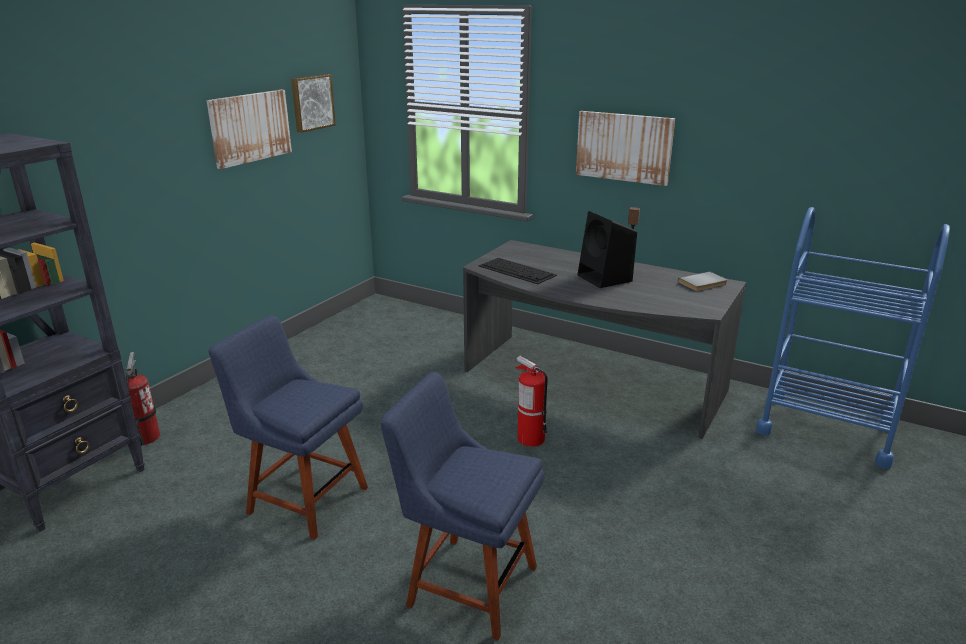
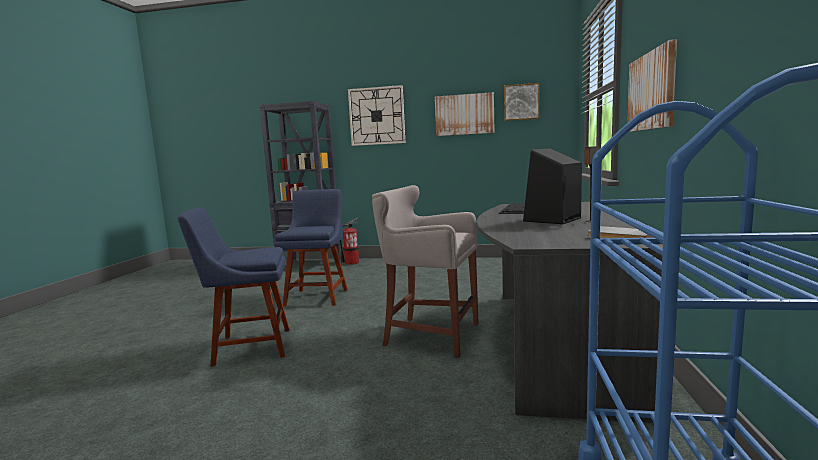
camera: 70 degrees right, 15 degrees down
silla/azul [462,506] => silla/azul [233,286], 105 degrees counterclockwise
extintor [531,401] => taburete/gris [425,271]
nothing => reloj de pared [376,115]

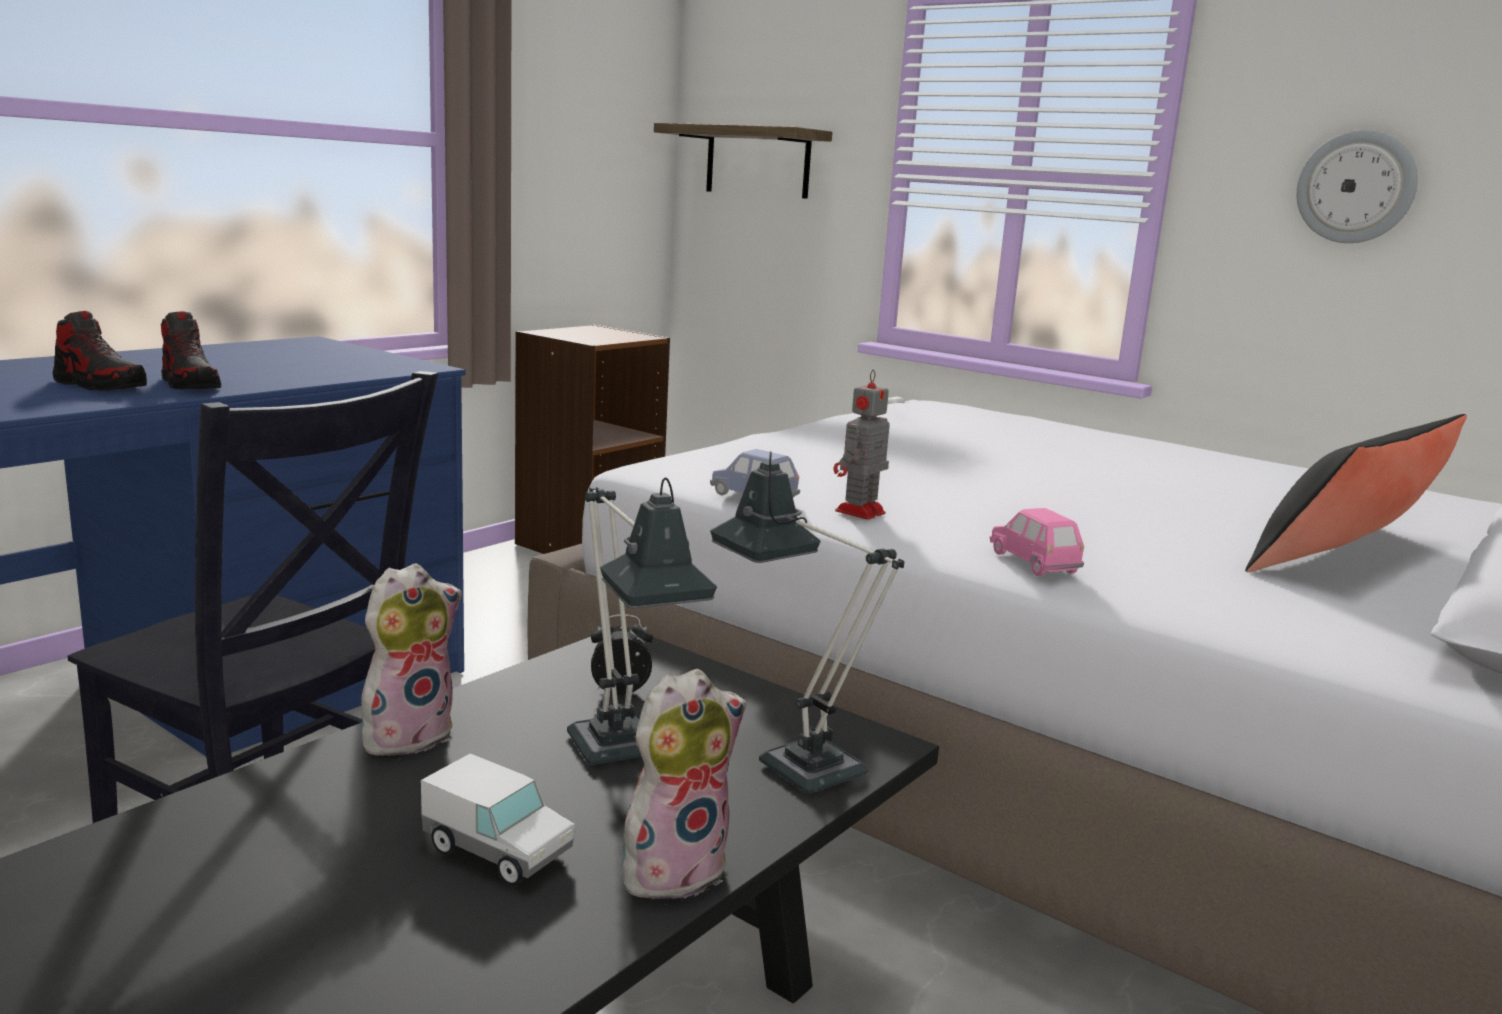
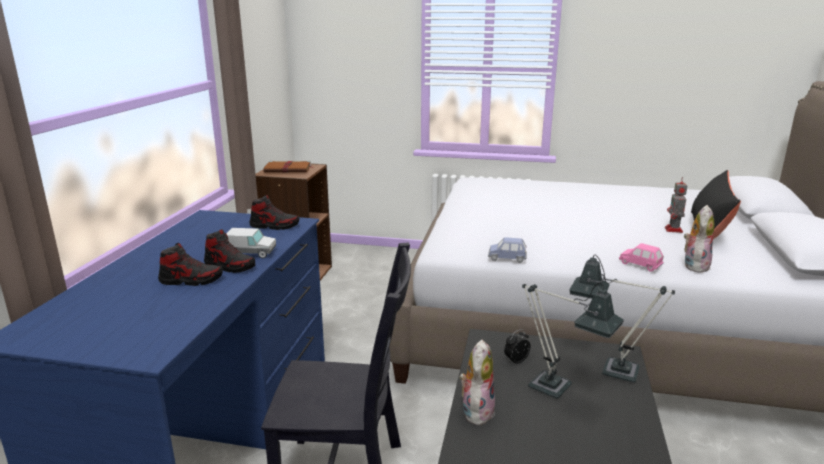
camera: 25 degrees left, 5 degrees up
camión de juguete [498,819] => camión de juguete [251,243], moved
peluche [684,783] => peluche [699,239], moved
estante [743,161] => nothing
robot de juguete [862,444] => robot de juguete [676,205], moved
reloj de pared [1357,186] => nothing
nothing => zapato [274,212]
nothing => libro/marrón [288,167]

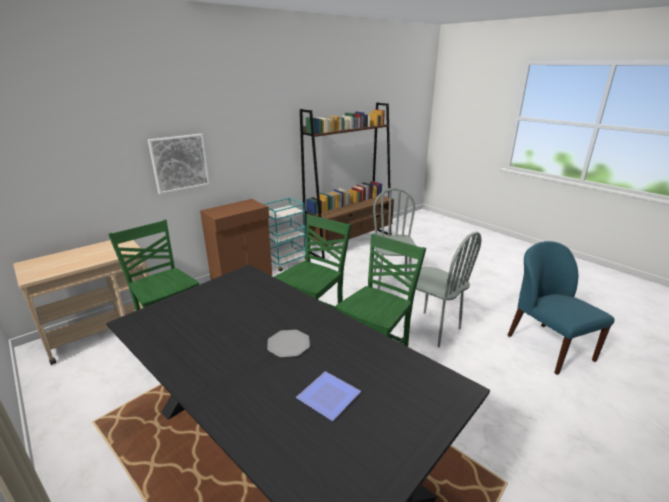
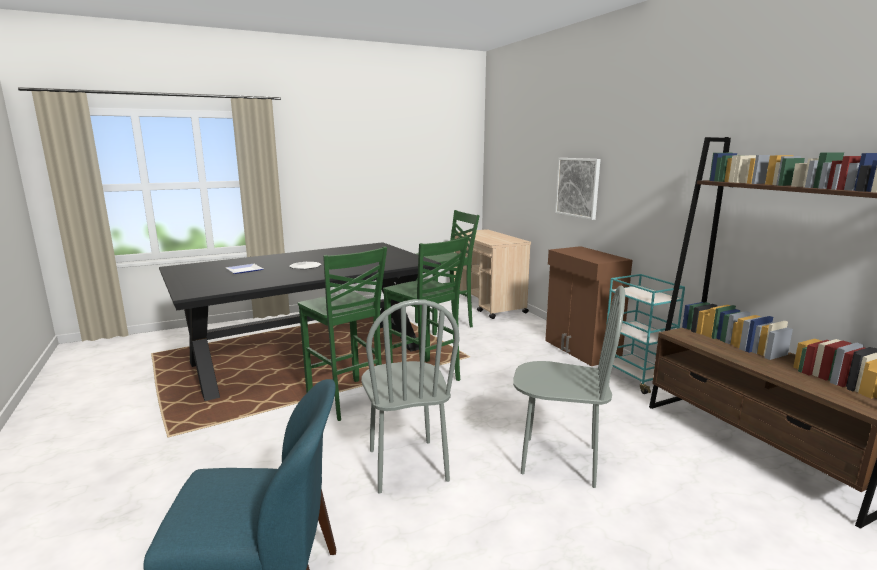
camera: 105 degrees right, 10 degrees down
silla/gris [442,289] => silla/gris [410,396], 75 degrees counterclockwise

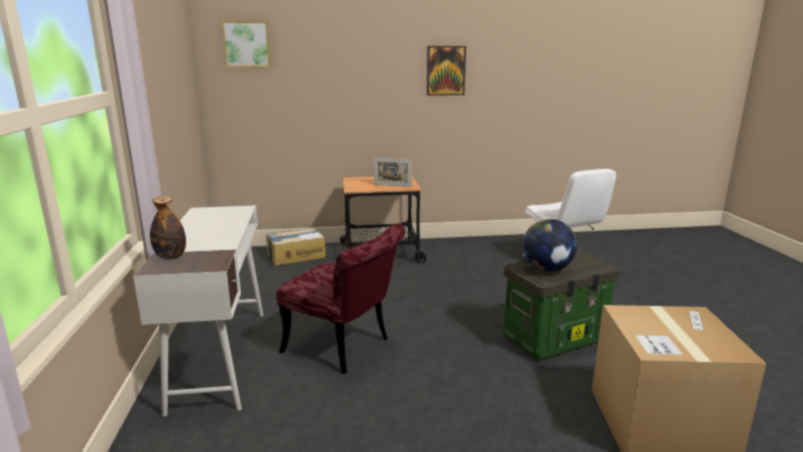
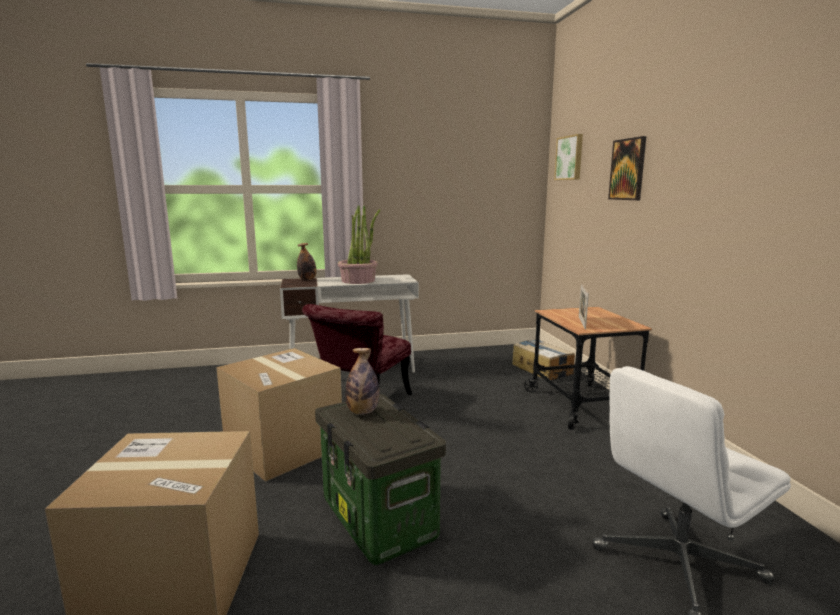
camera: 85 degrees right, 5 degrees down
cuadro [446,71] => cuadro [627,168], moved
globo terráqueo [550,245] => botella [362,381]
nothing => caja de cartón [279,415]
nothing => planta en maceta [359,244]

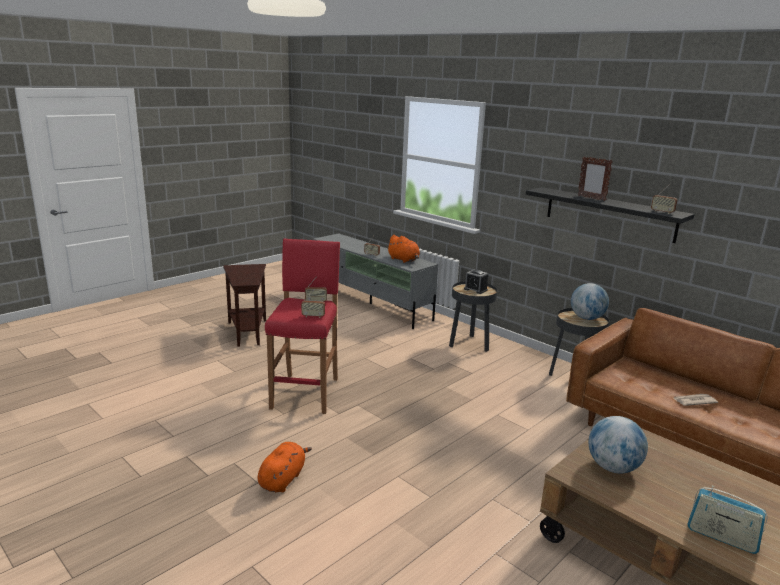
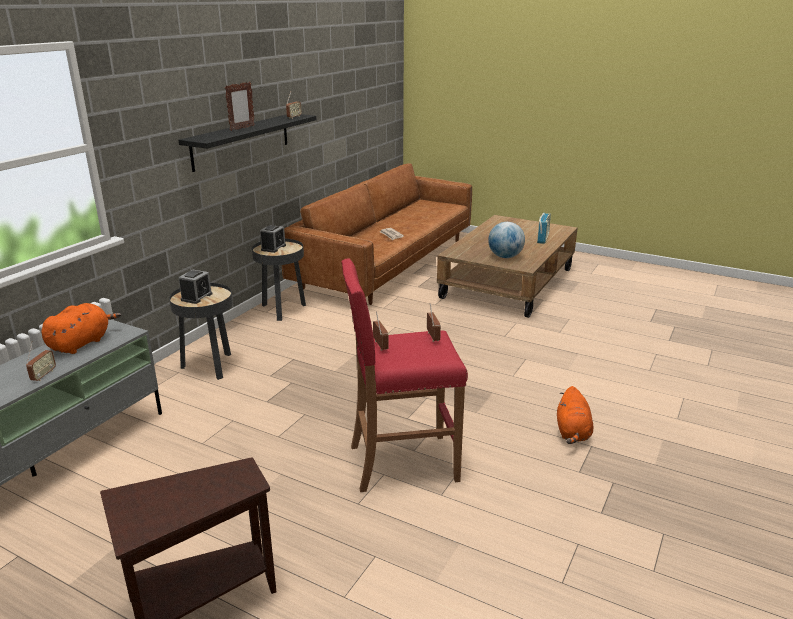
camera: 105 degrees left, 5 degrees up
peluche/naranja [284,467] => peluche/naranja [575,415], 90 degrees counterclockwise
globo terráqueo [590,301] => despertador [273,239]

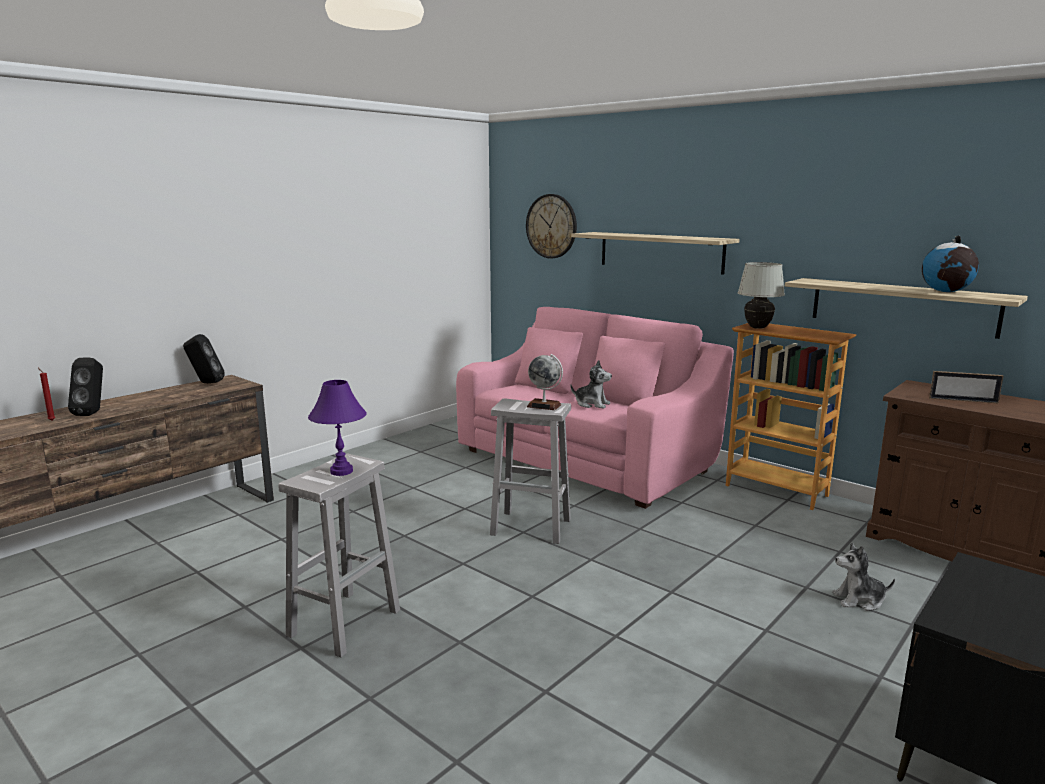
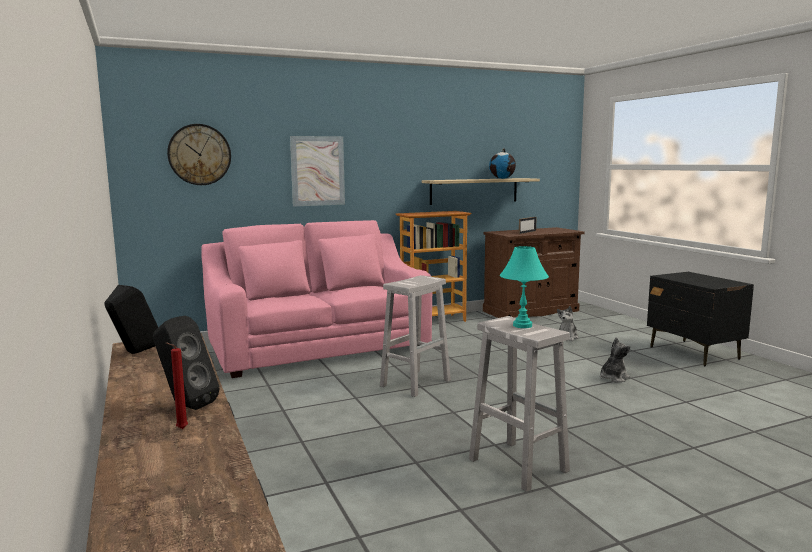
camera: 65 degrees left, 5 degrees down
lámpara de mesa/morado [337,428] => lámpara de mesa/turquesa [524,287]
globo terráqueo [545,382] => nothing
peluche [591,384] => peluche [615,360], moved
estante [655,253] => cuadro [317,171]
lámpara de mesa/blanco [761,295] => nothing

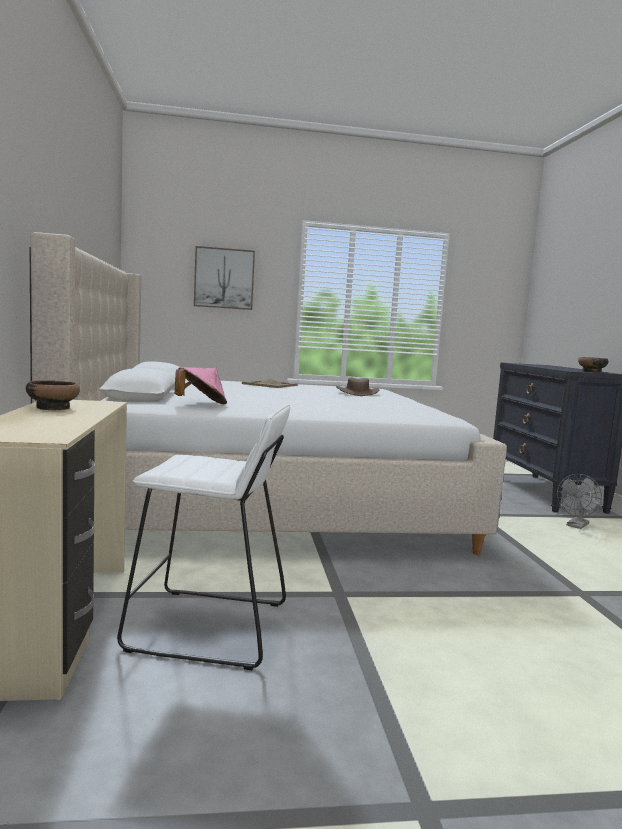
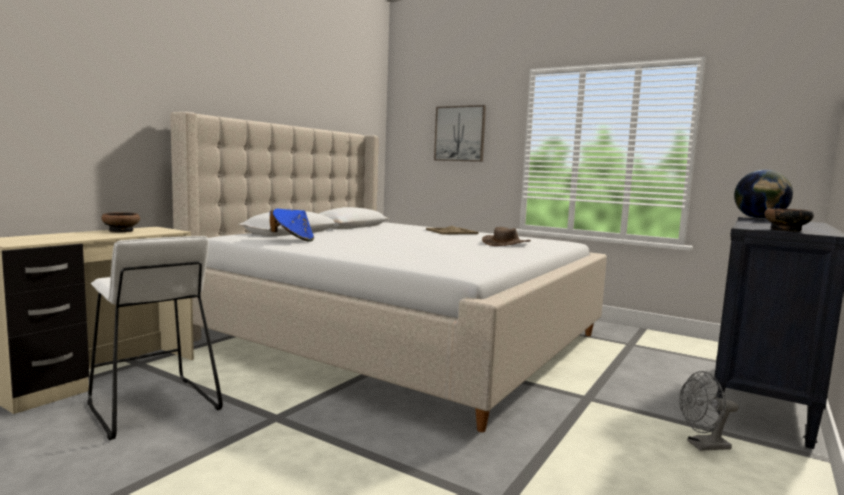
camera: 40 degrees right, 0 degrees up
sombrero/rosa [201,385] => sombrero/azul [292,225]
nothing => globo terráqueo [763,194]

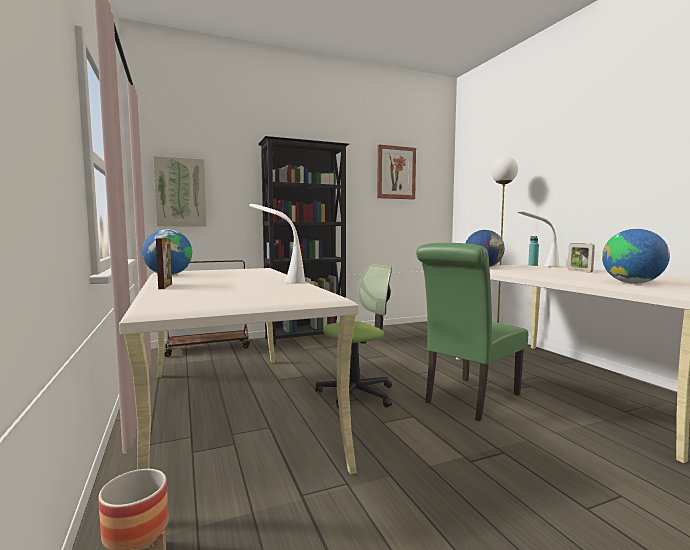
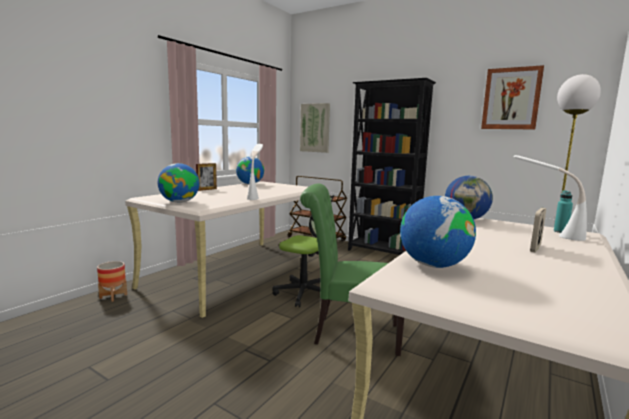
camera: 55 degrees right, 5 degrees up
nothing => globo terráqueo [178,183]

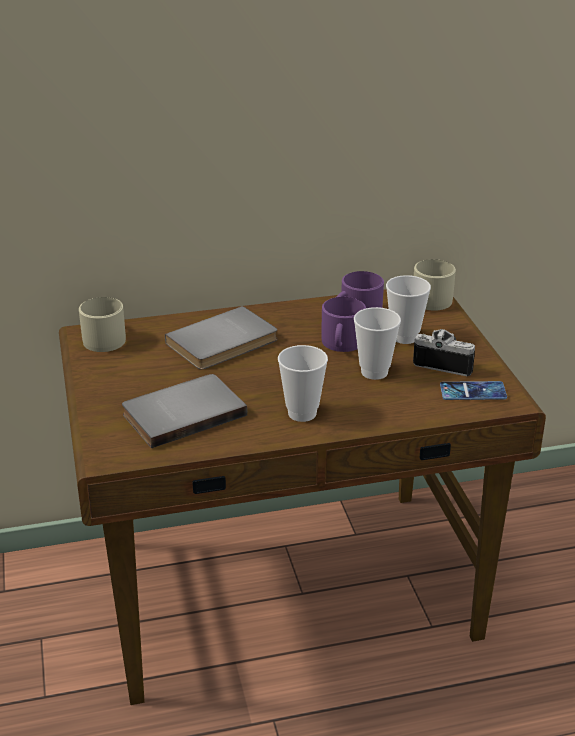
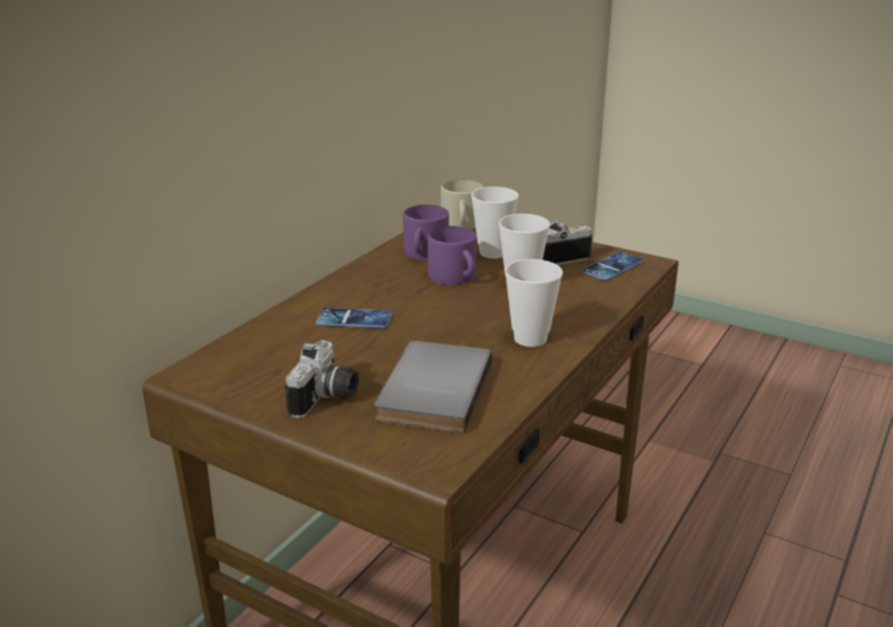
camera: 45 degrees left, 5 degrees down
taza grande/beis [102,324] => nothing
libro/gris [221,338] => móvil [354,318]
nothing => cámara [322,379]

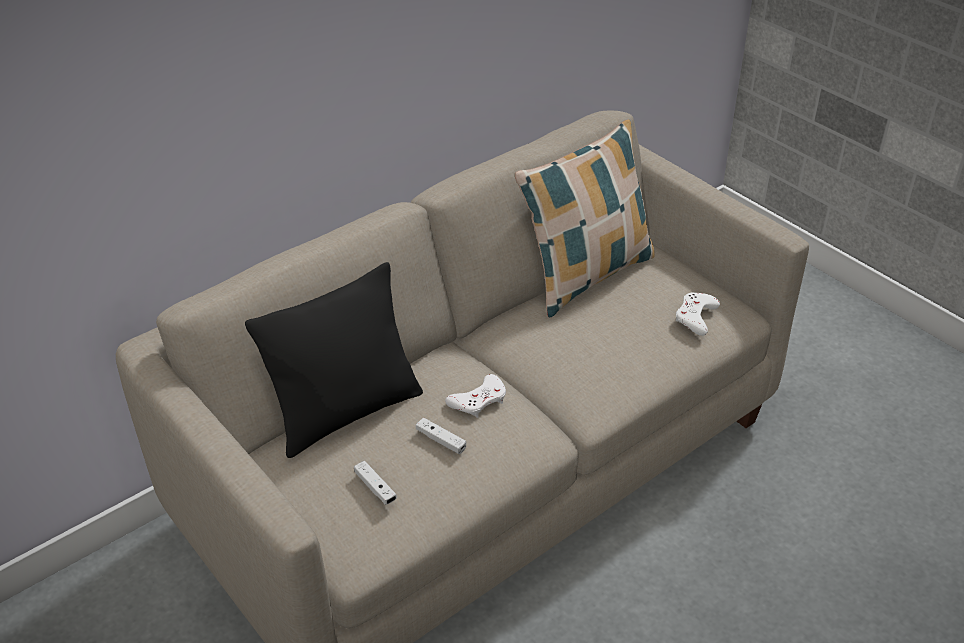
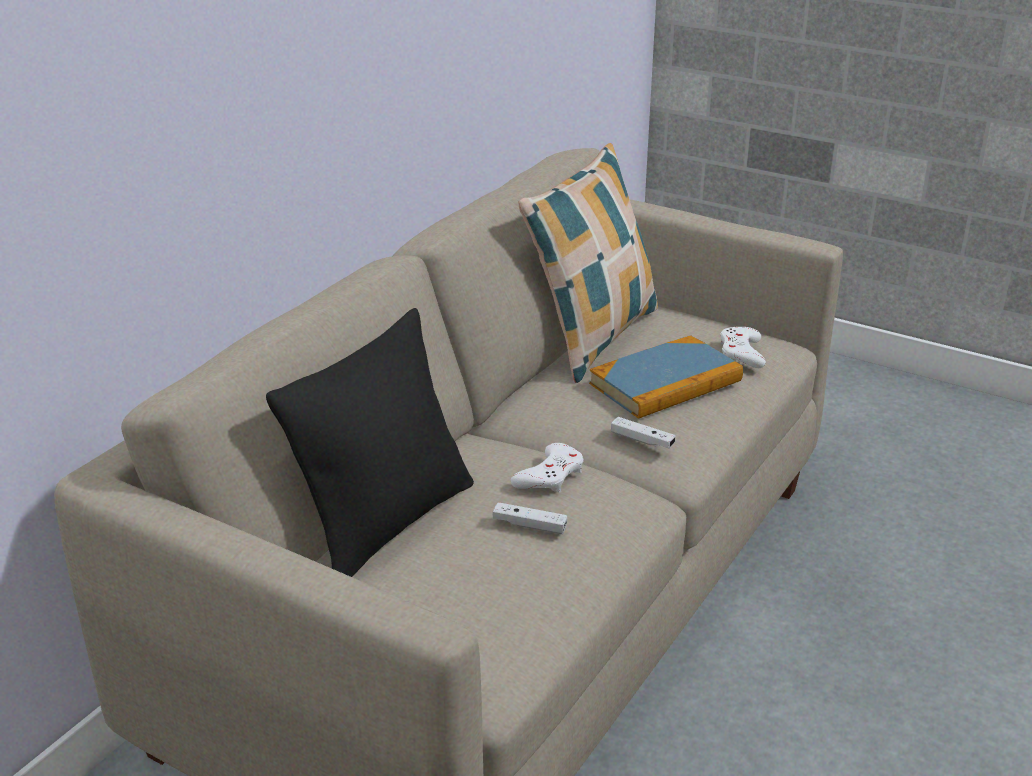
camera: 20 degrees left, 10 degrees down
mando de consola/blanco [375,483] => mando de consola/blanco [643,432], moved
nothing => libro [666,377]

